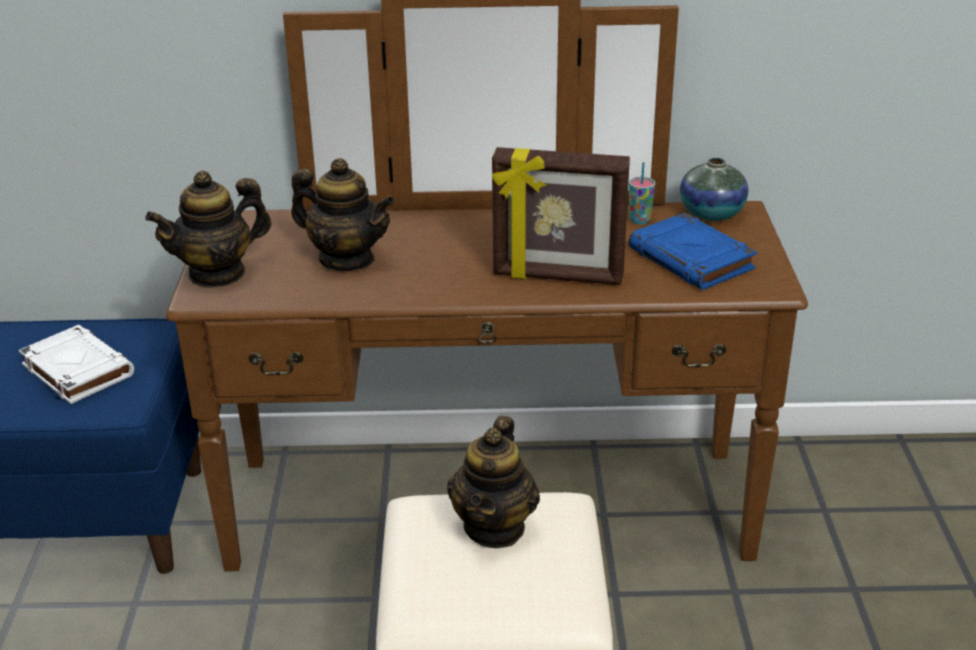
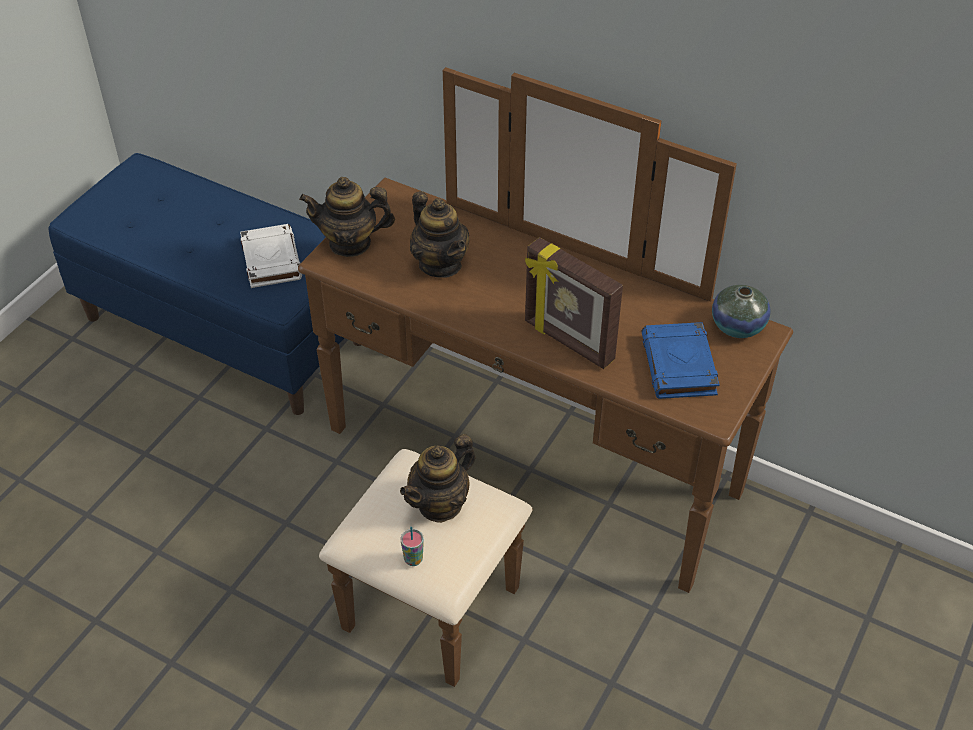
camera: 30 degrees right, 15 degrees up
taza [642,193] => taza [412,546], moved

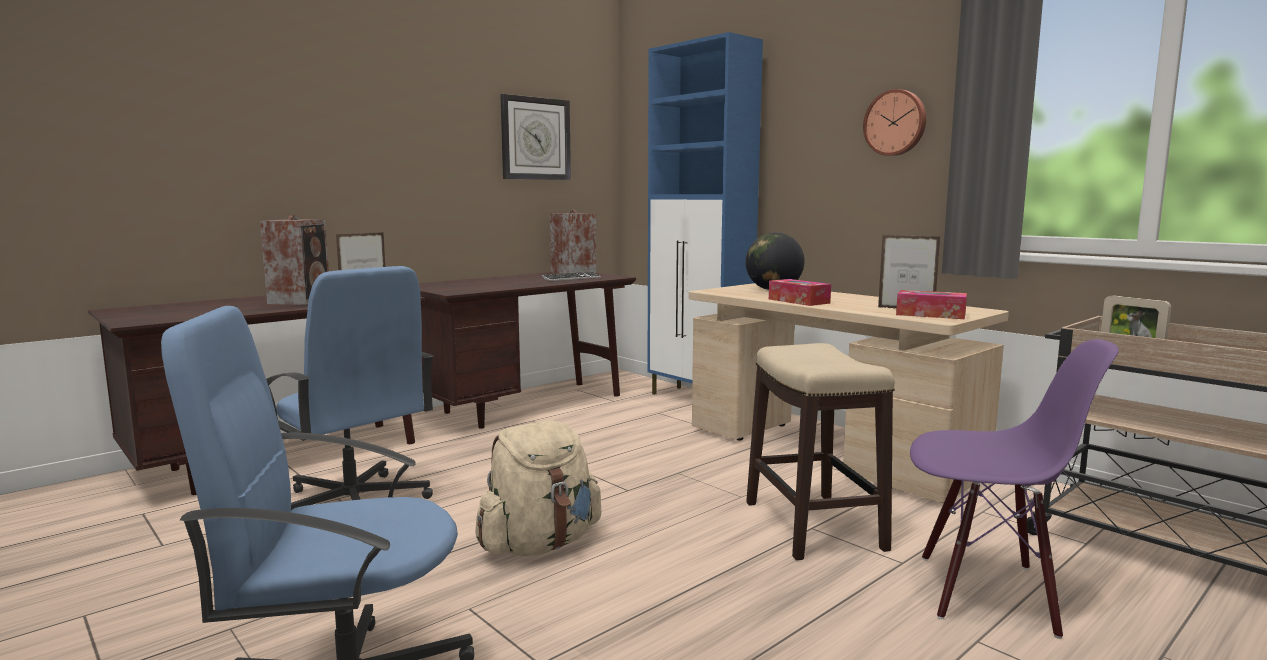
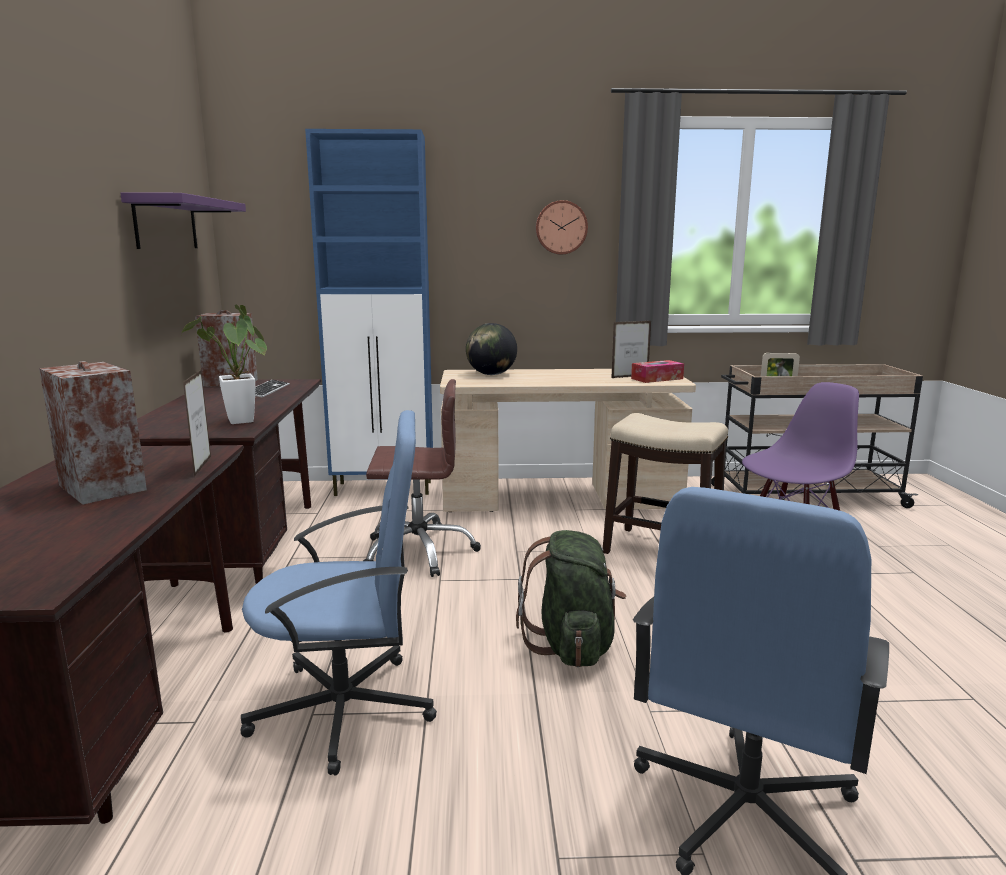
camera: 50 degrees left, 5 degrees up
mochila/beis [538,488] => mochila/verde [571,598]
reloj de pared [535,137] => estante/morado [183,220]
caja de pañuelos [800,292] => nothing
nothing => planta en maceta [224,364]
nothing => silla de oficina/marrón [422,478]

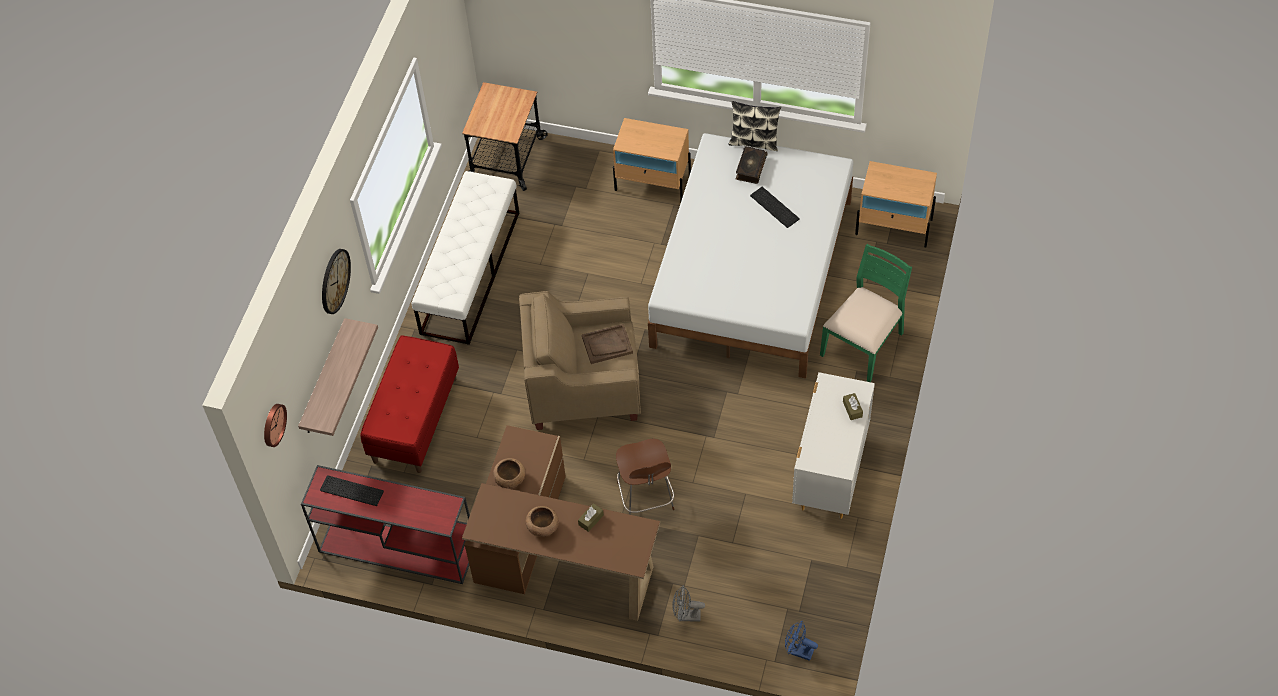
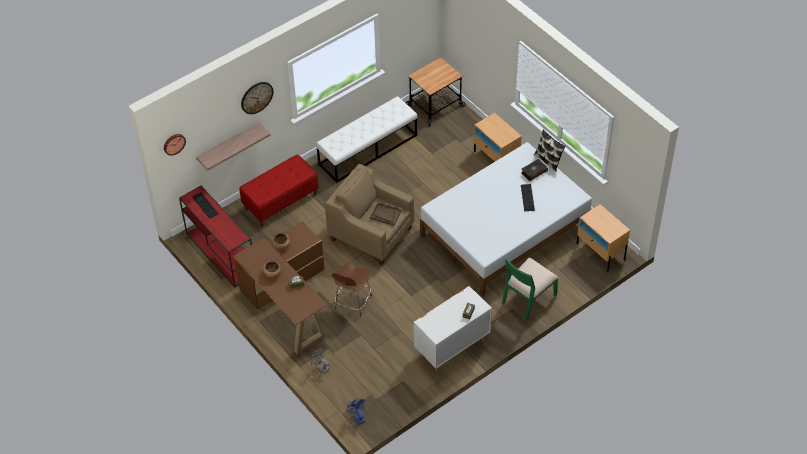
camera: 35 degrees right, 5 degrees down
silla/verde [866,313] => silla/verde [530,288], 150 degrees clockwise

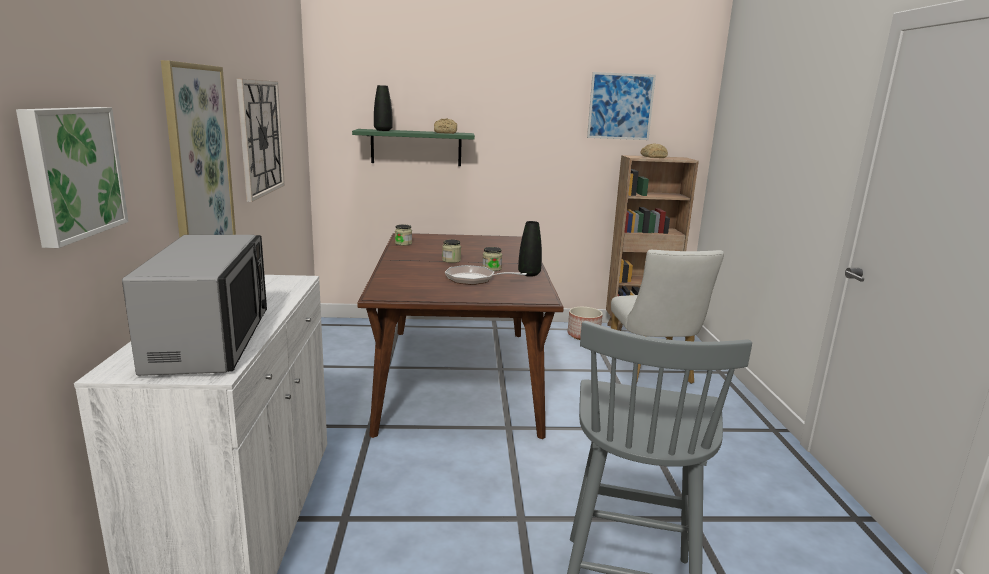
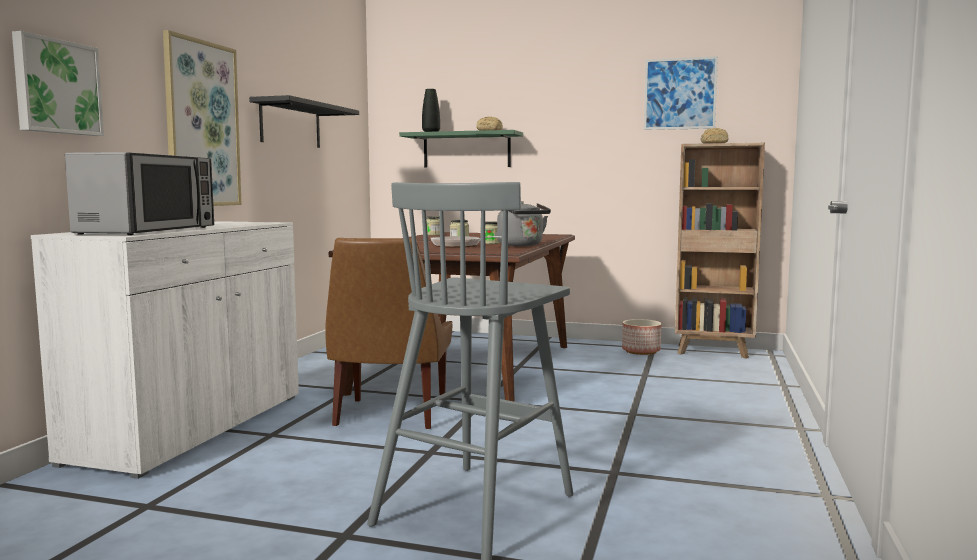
camera: 20 degrees right, 10 degrees down
reloj de pared [260,140] => estante/negro [304,121]
florero/negro [530,249] => hervidor/gris [524,223]
silla/blanco [667,317] => nothing
nothing => silla/marrón [388,333]

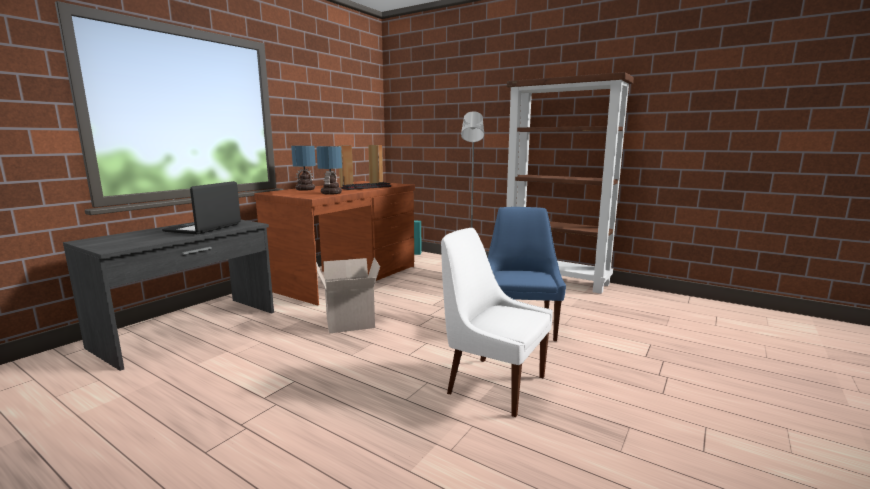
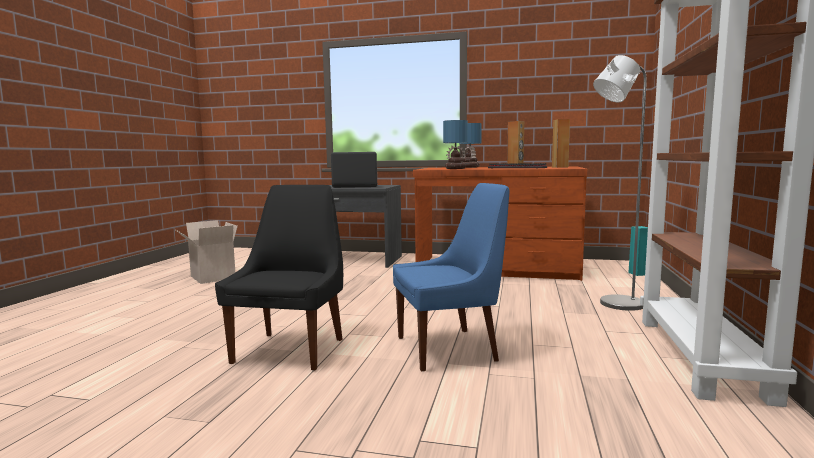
camera: 70 degrees right, 5 degrees down
caja de cartón [348,295] => caja de cartón [207,252], moved
silla/blanco [497,322] => silla/negro [279,278]

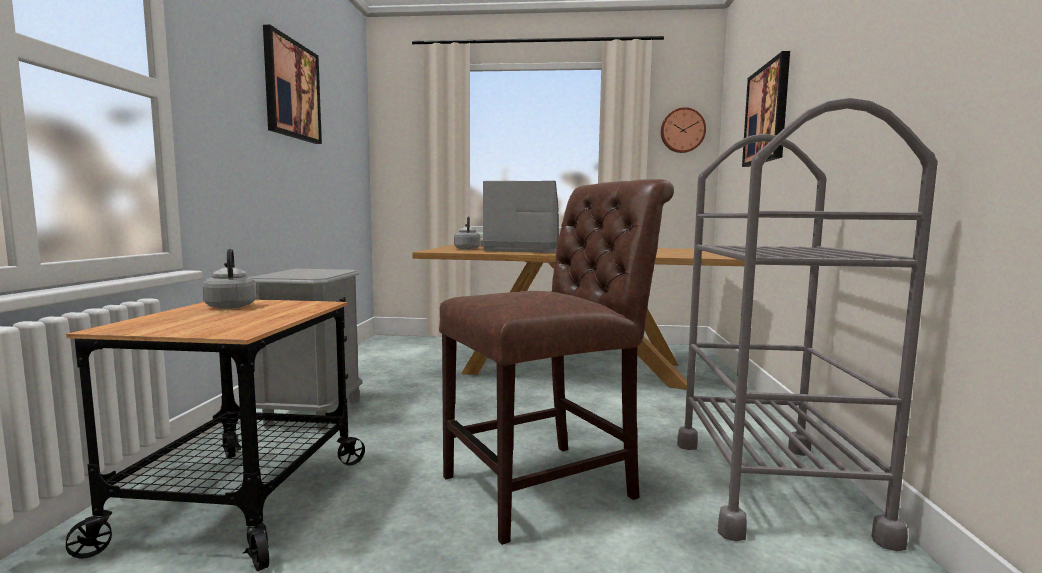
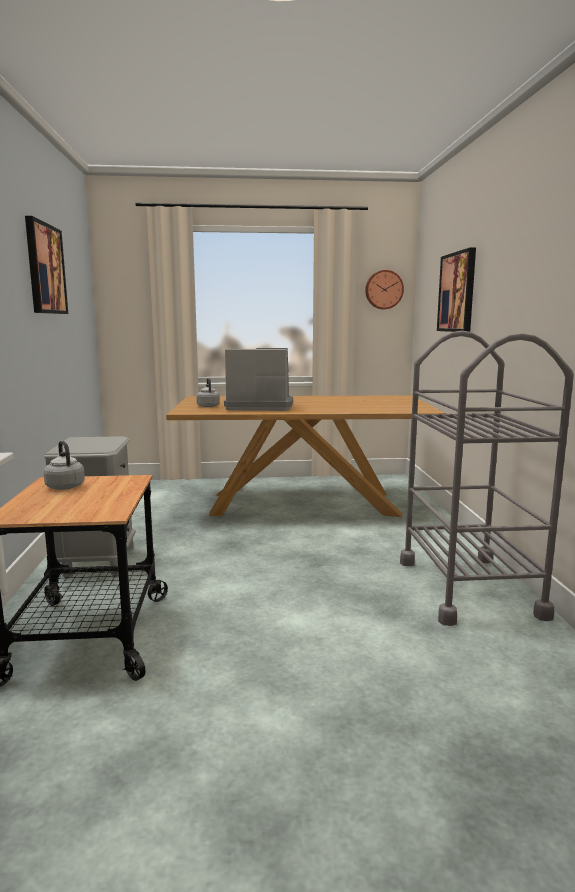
camera: 10 degrees left, 5 degrees up
silla/marrón [556,362] => nothing

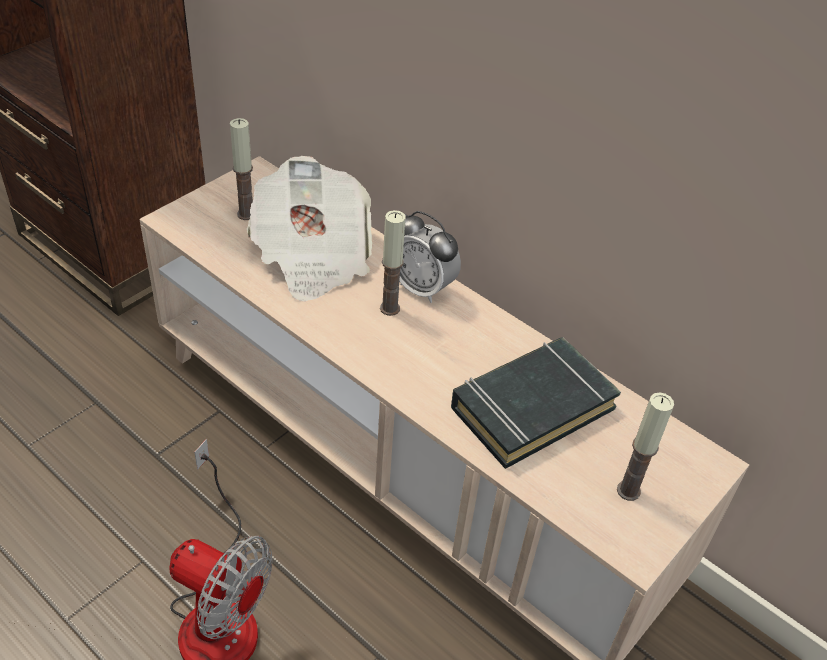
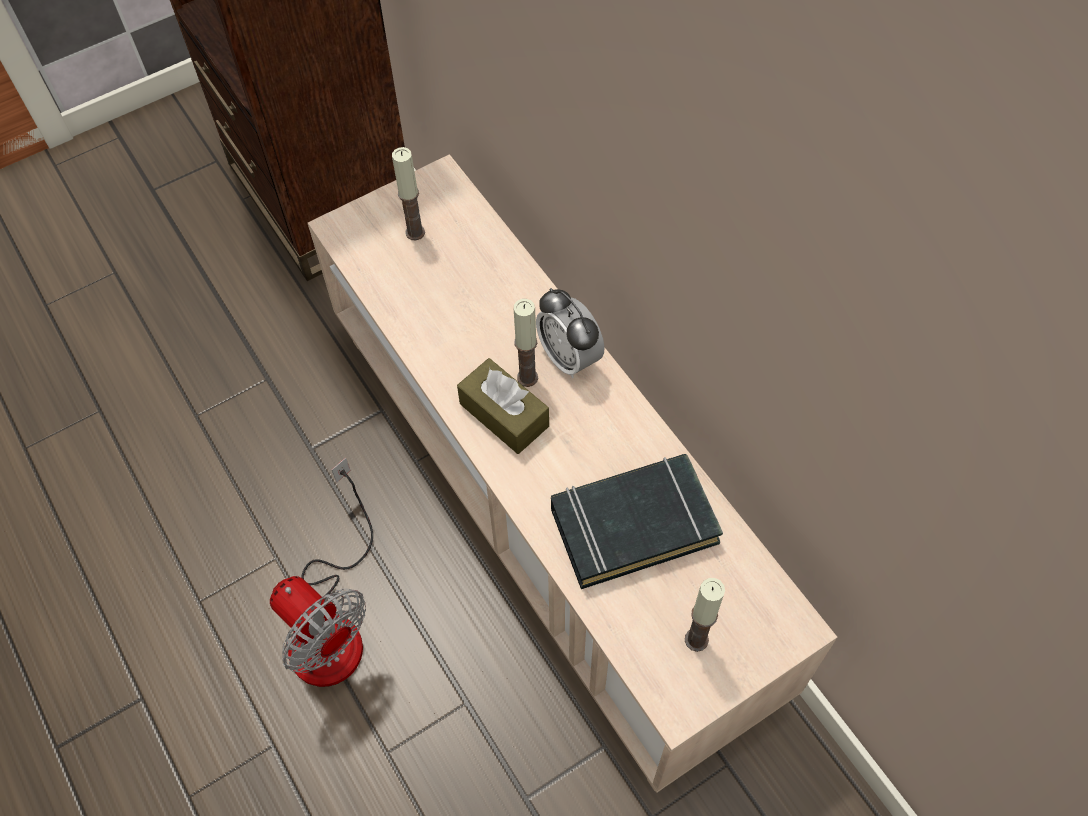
camera: 20 degrees right, 15 degrees up
periódico [309,229] => nothing
nothing => caja de pañuelos/marrón [503,406]

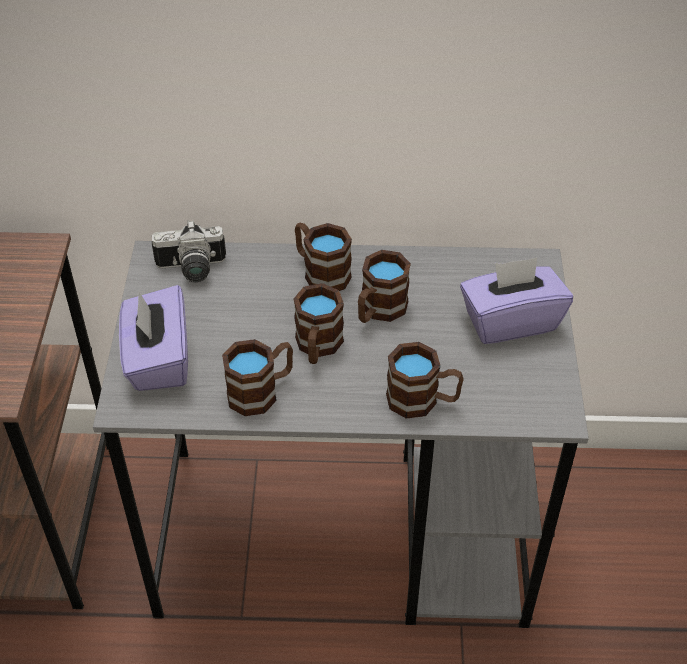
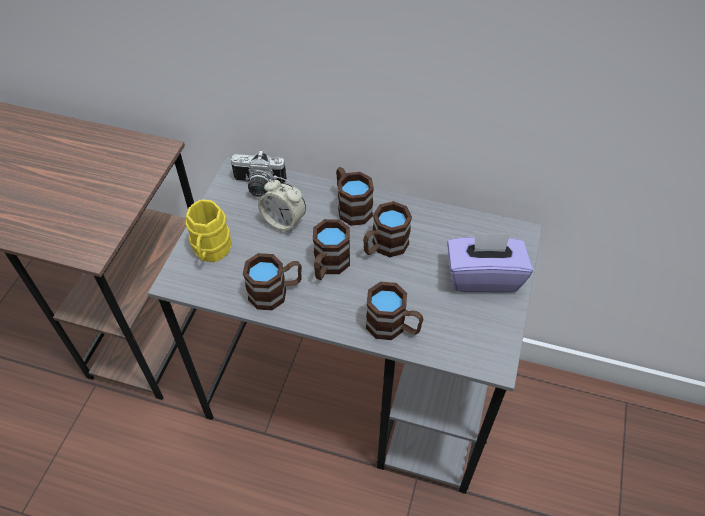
camera: 15 degrees right, 5 degrees up
caja de pañuelos/morado [153,338] => taza grande/amarillo [209,230]
nothing => despertador [282,205]

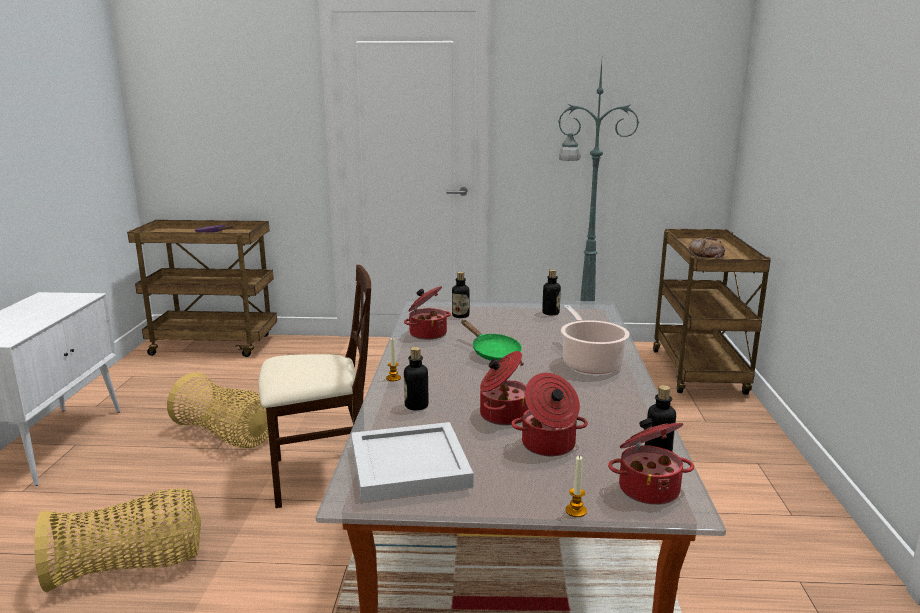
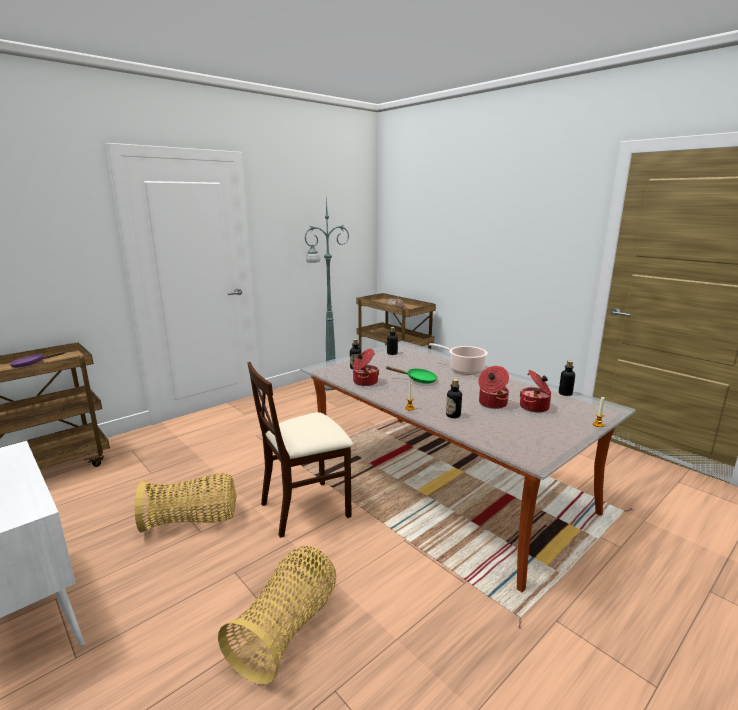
camera: 45 degrees left, 0 degrees up
silla/beis [314,386] => silla/beis [300,450], 150 degrees counterclockwise
bandeja/blanco [412,462] => nothing
olla [651,461] => nothing

